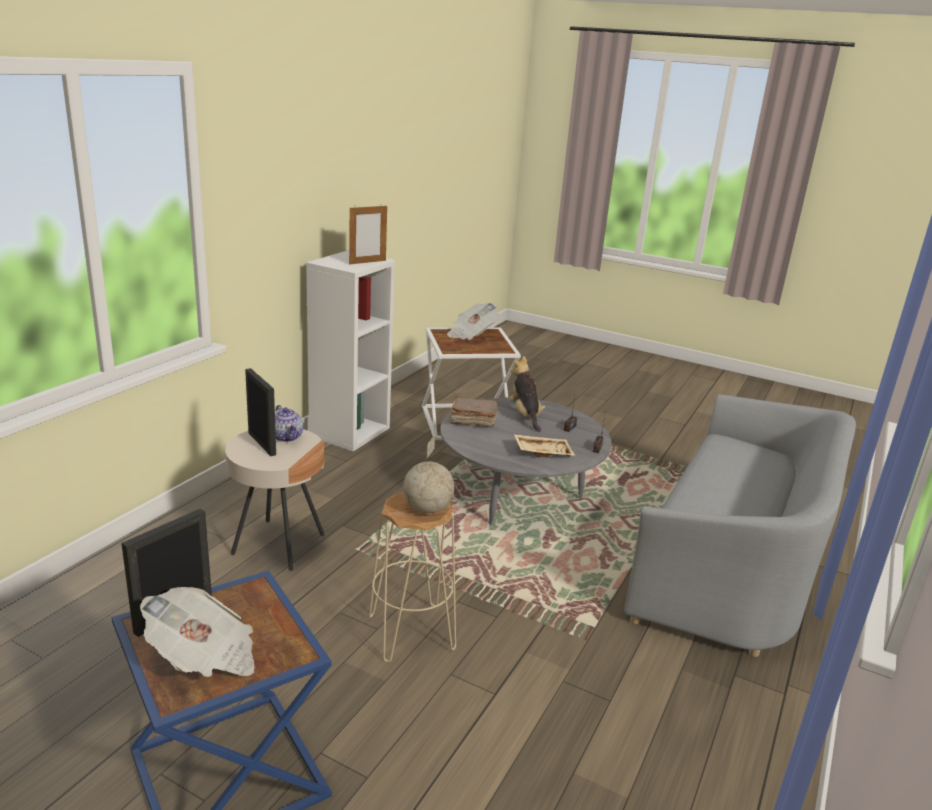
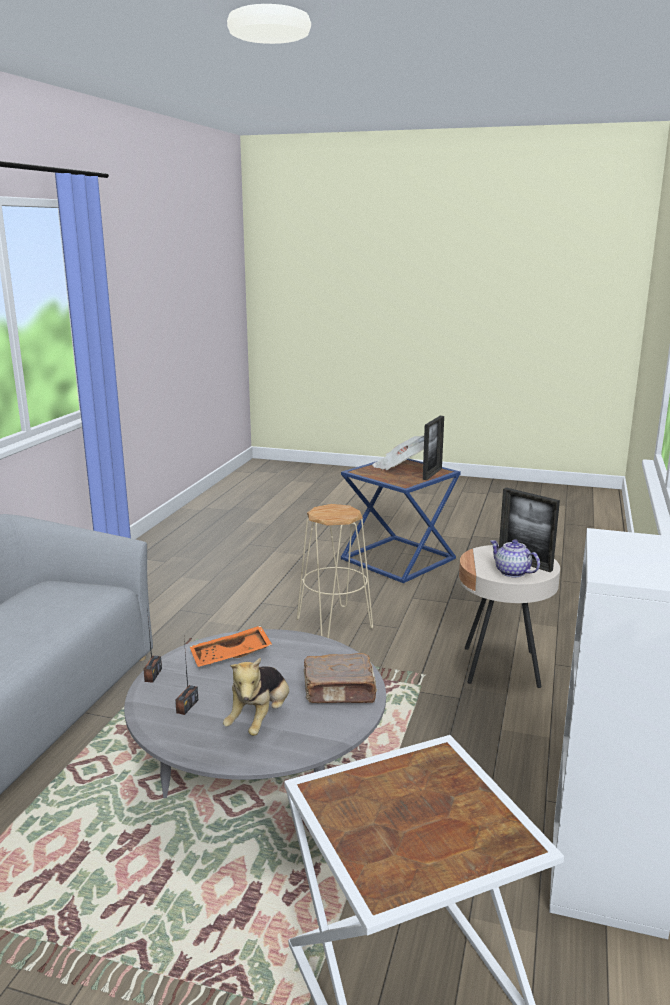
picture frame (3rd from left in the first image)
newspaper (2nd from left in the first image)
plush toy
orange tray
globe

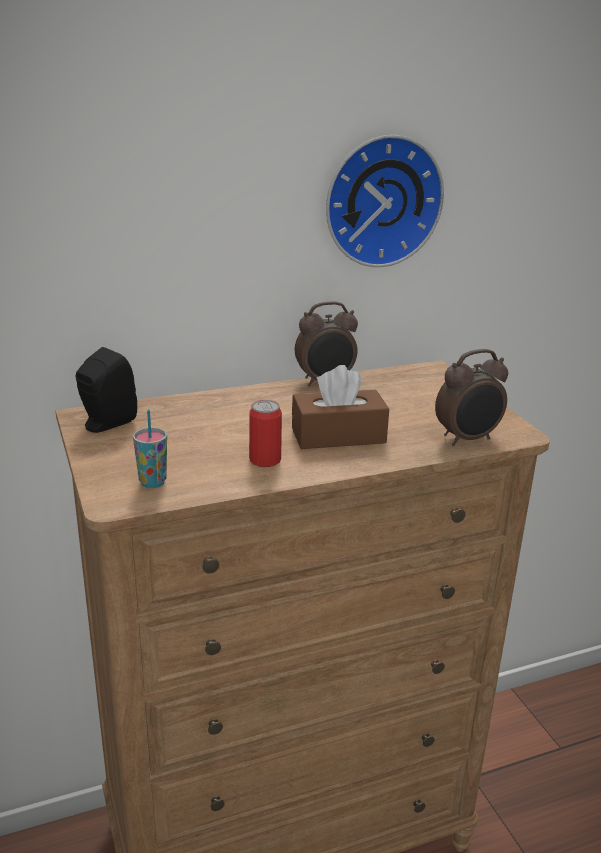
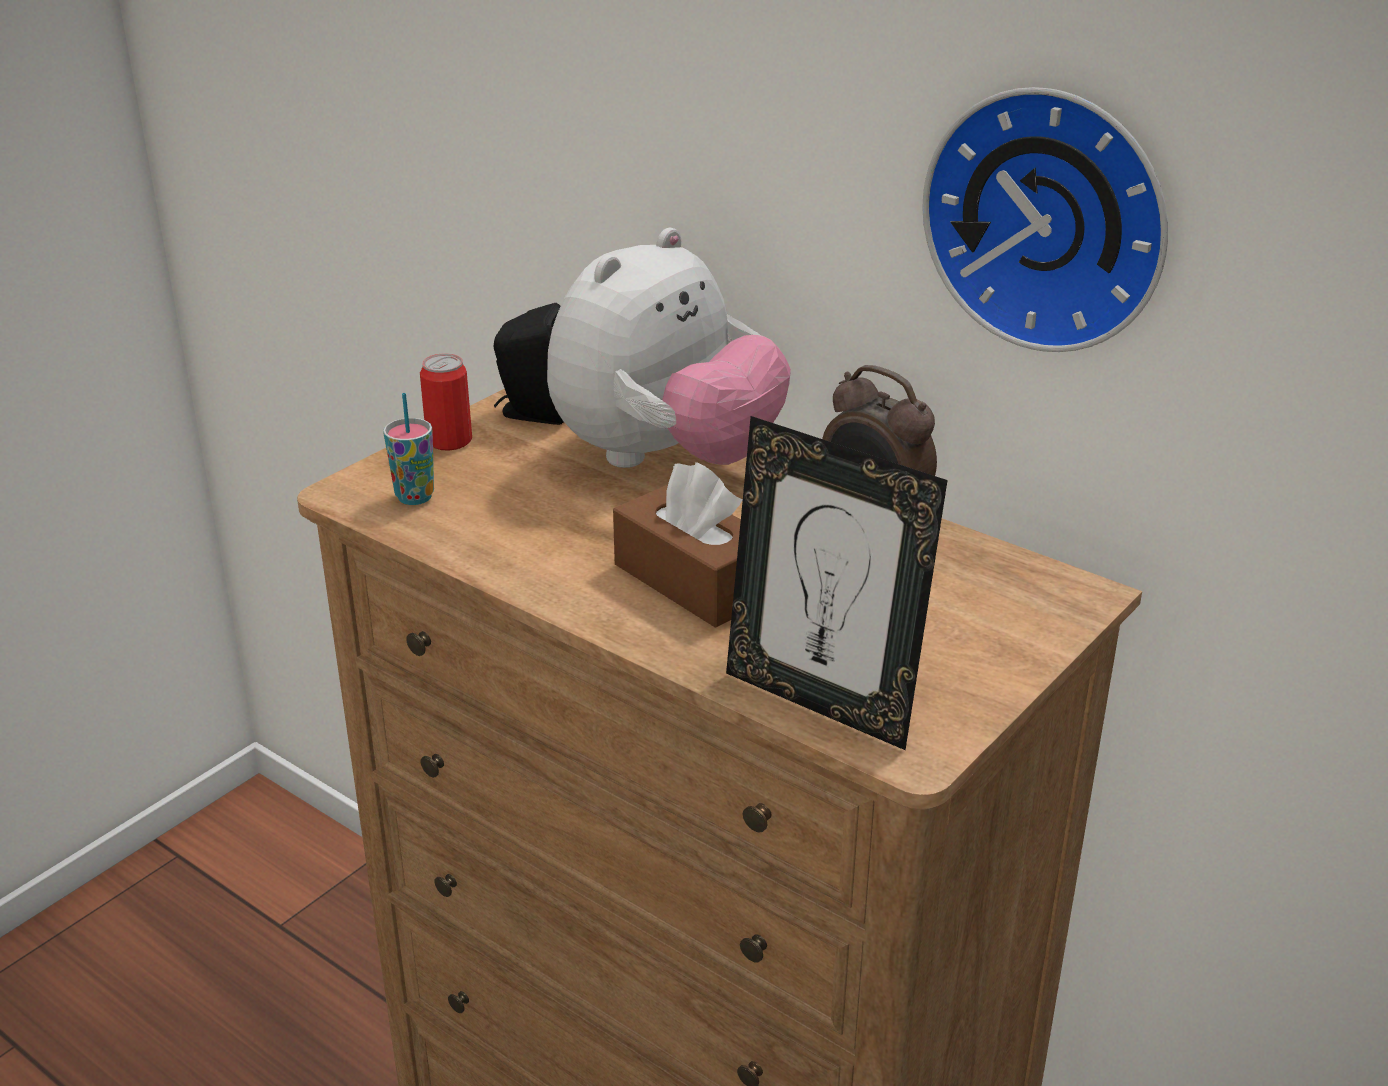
picture frame
can
plush toy

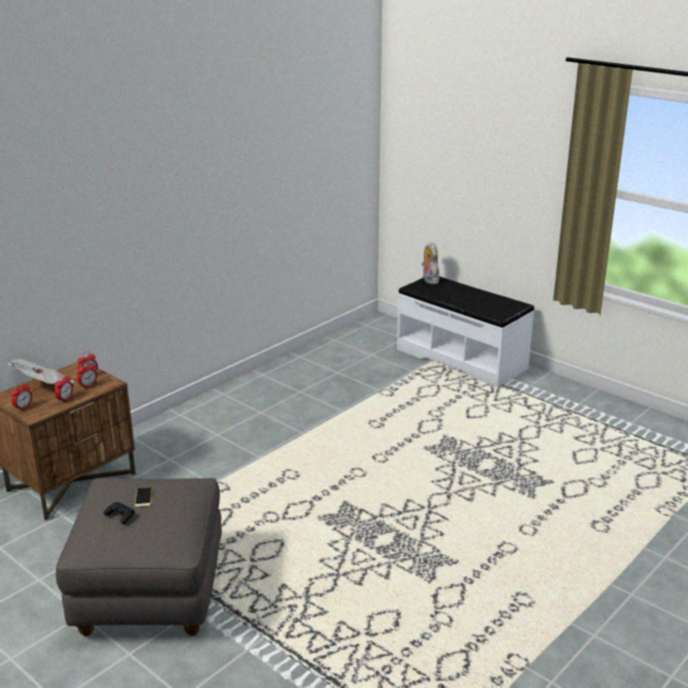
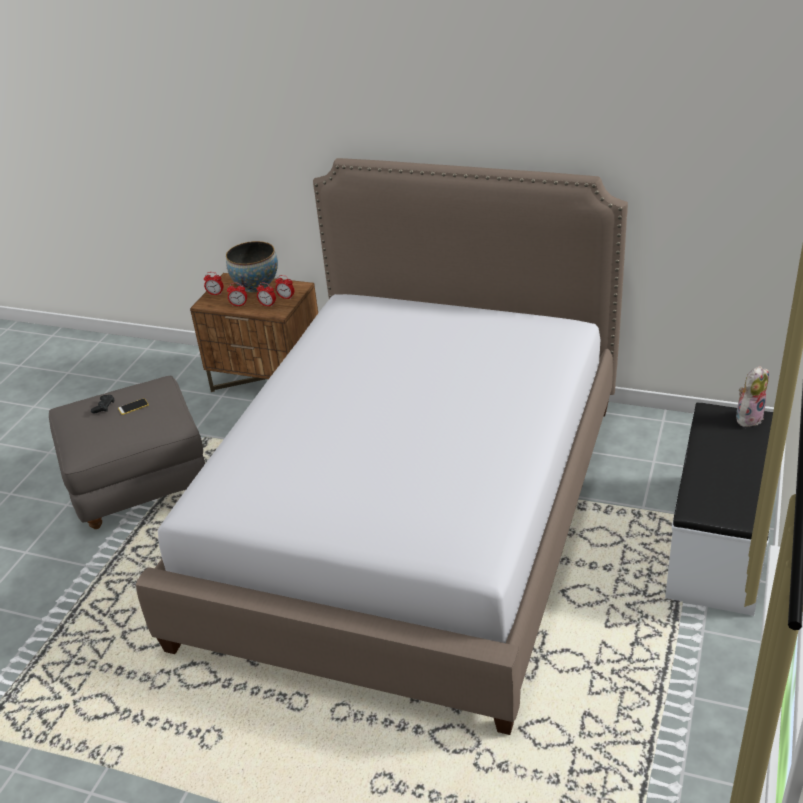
bowl
bed

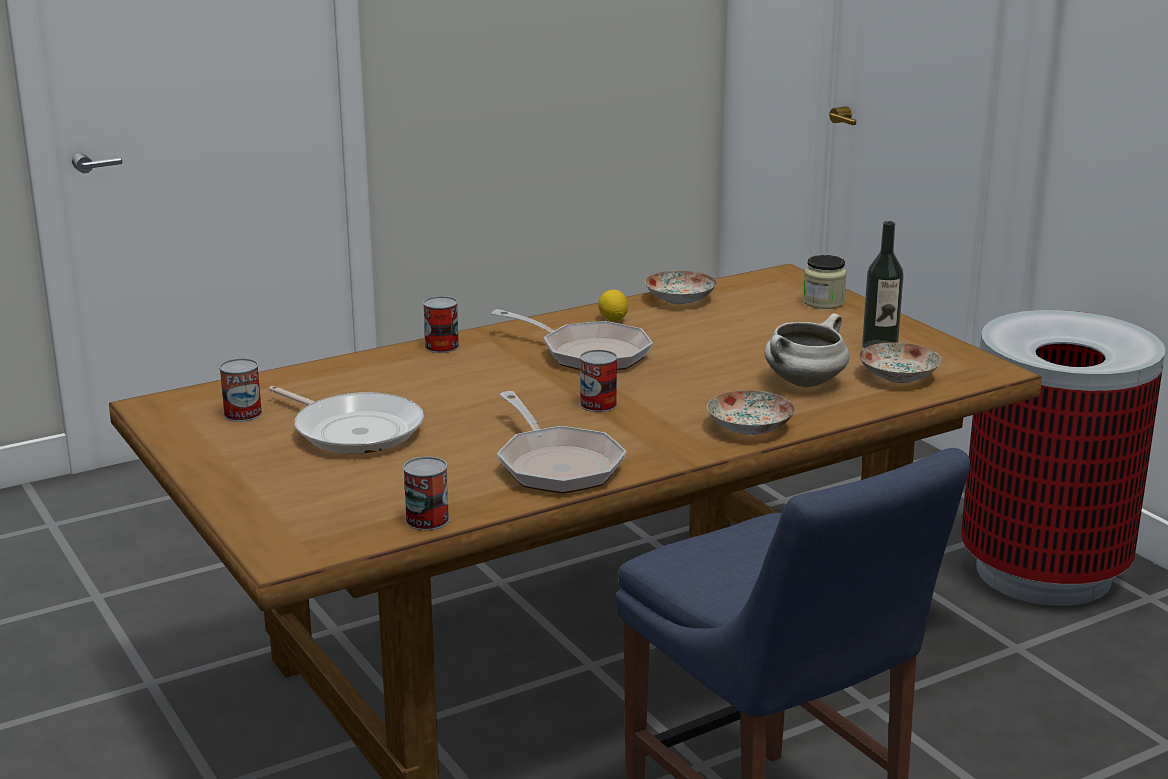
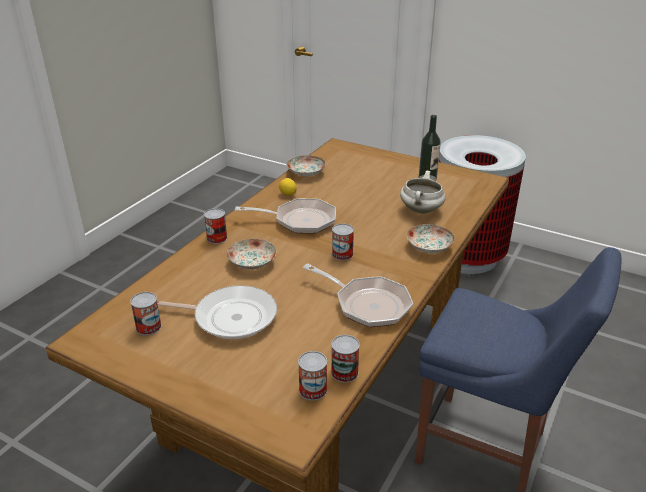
jar
plate (1st from left)
can (3rd from left)

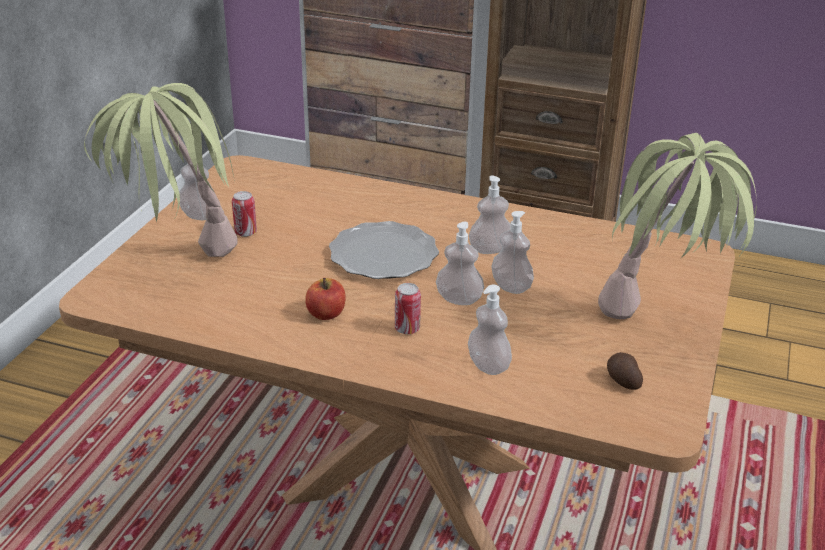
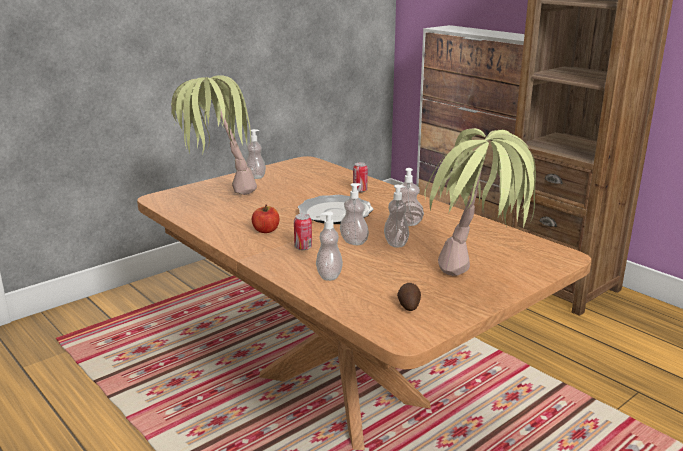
can (2nd from left)

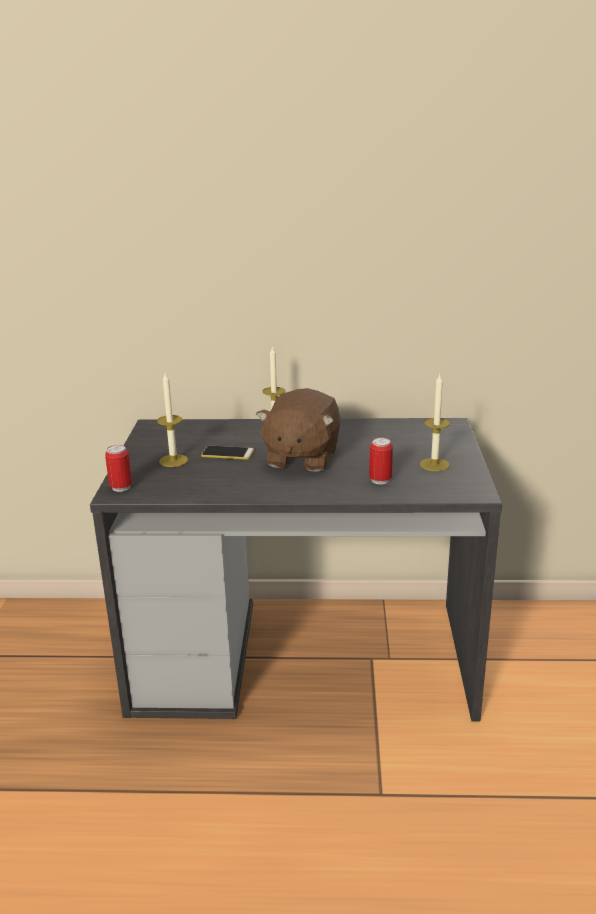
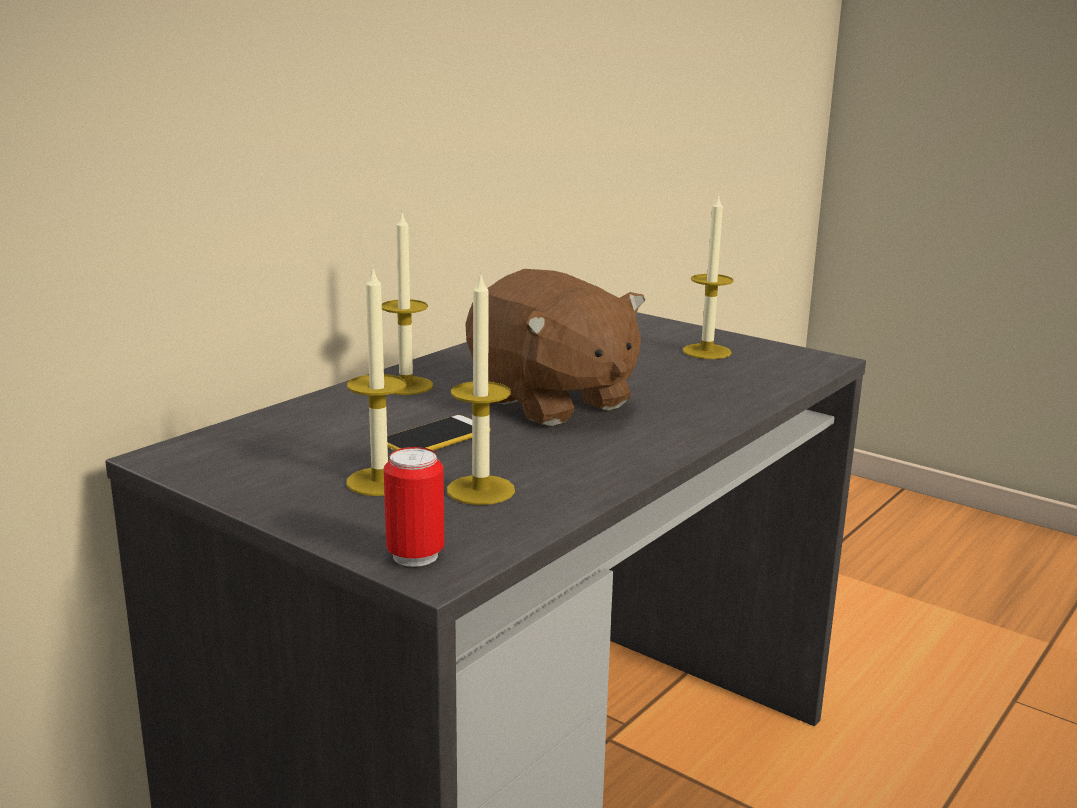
can (2nd from left in the first image)
candle (3rd from left)

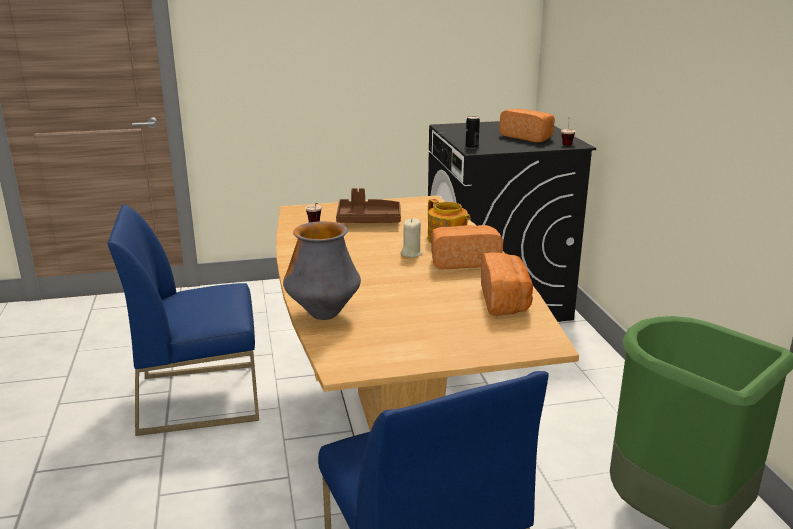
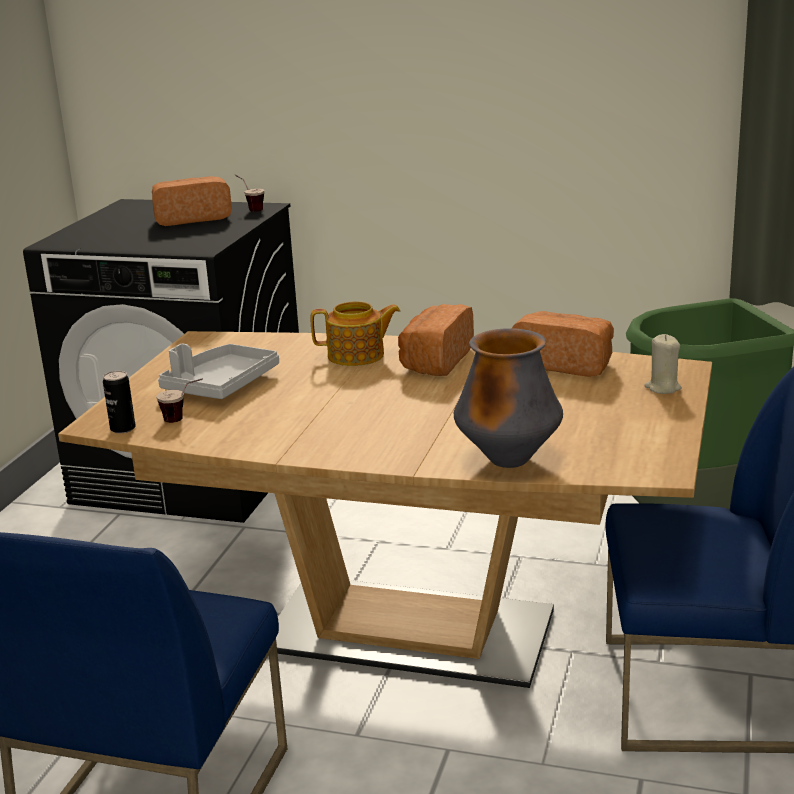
can
grey tray
beige candle

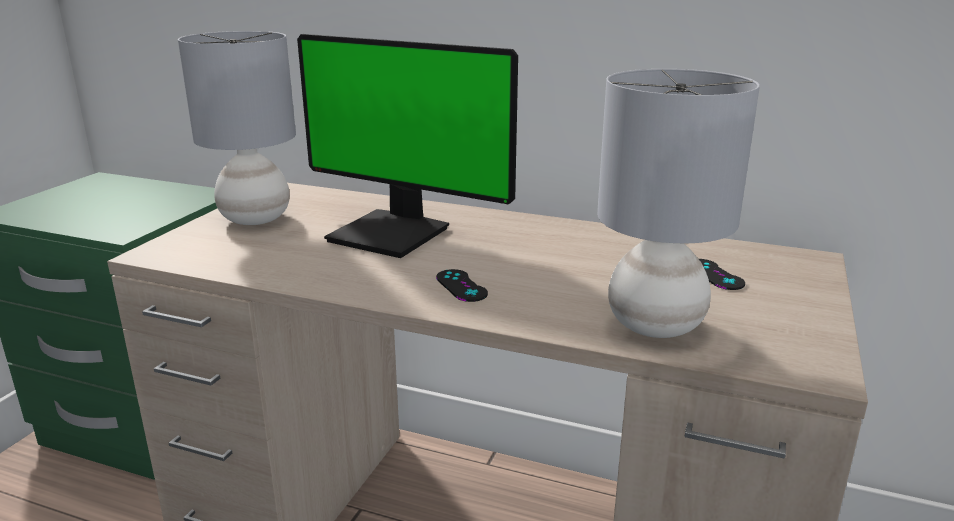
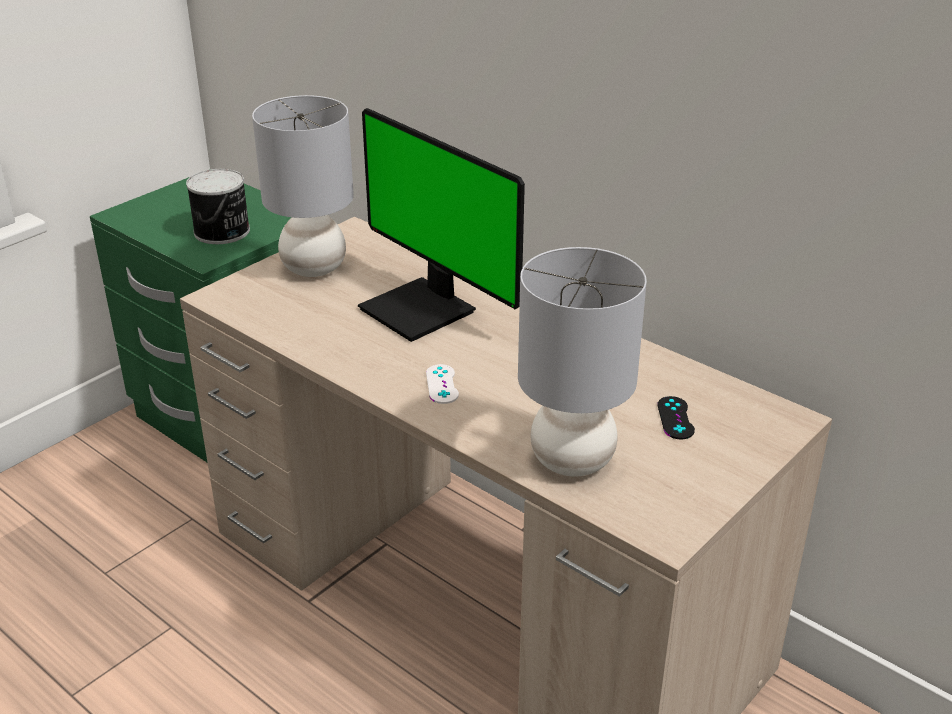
white game controller
can

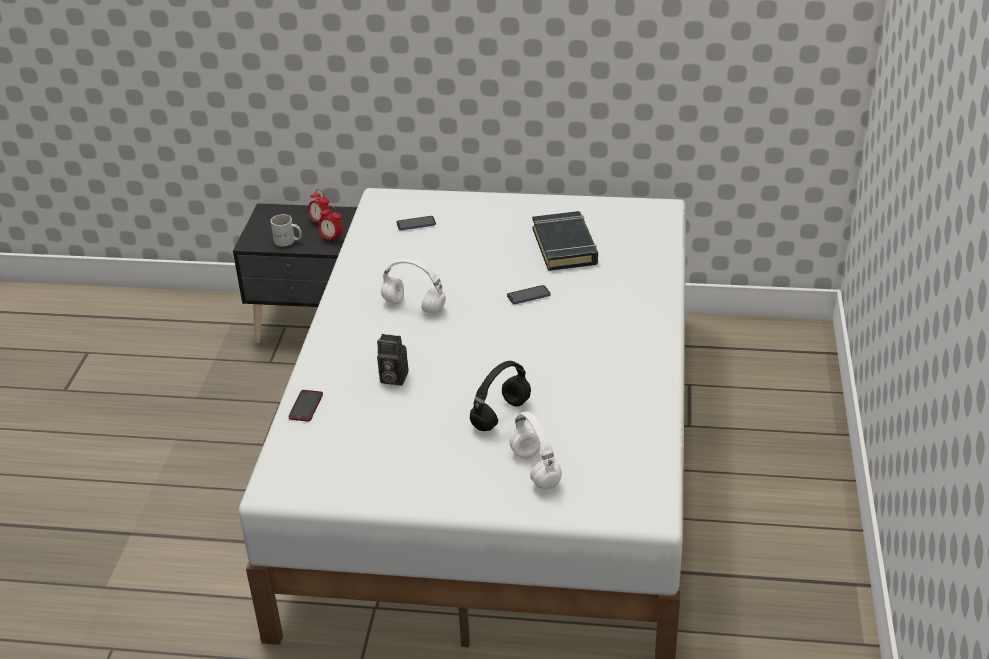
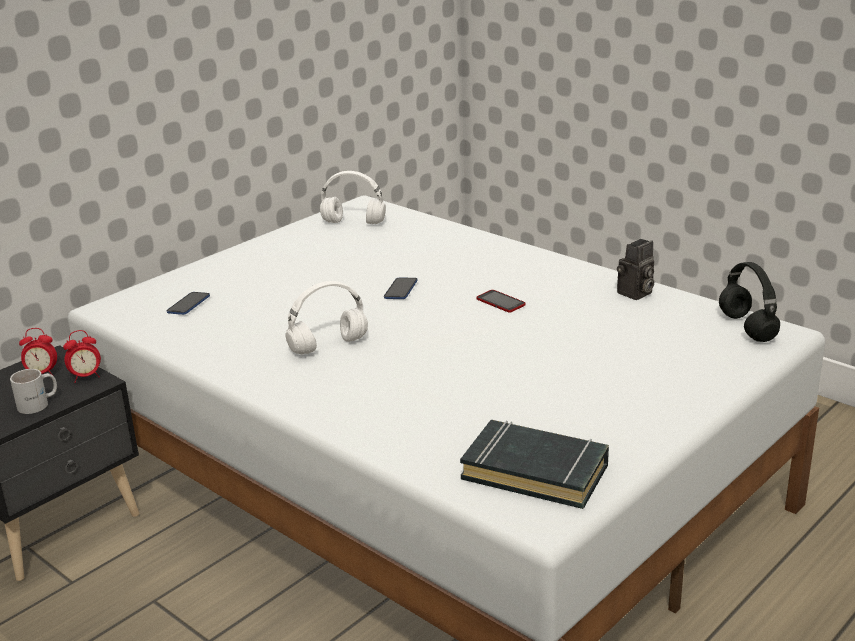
black book
photo camera
black headphones
phone (3rd from left)
white headphones (2nd from left)

